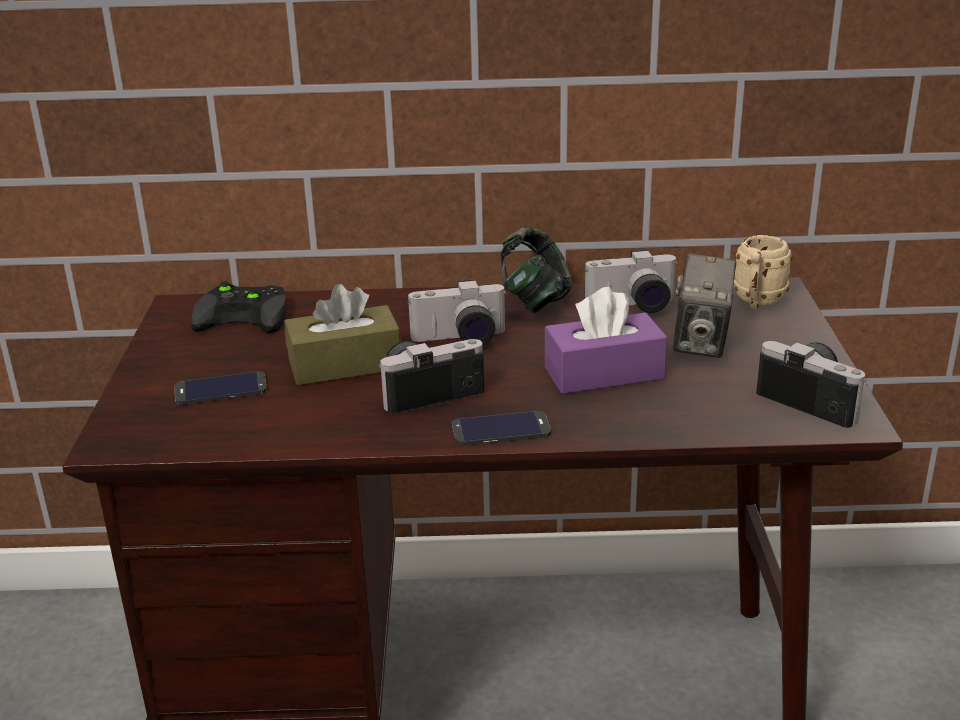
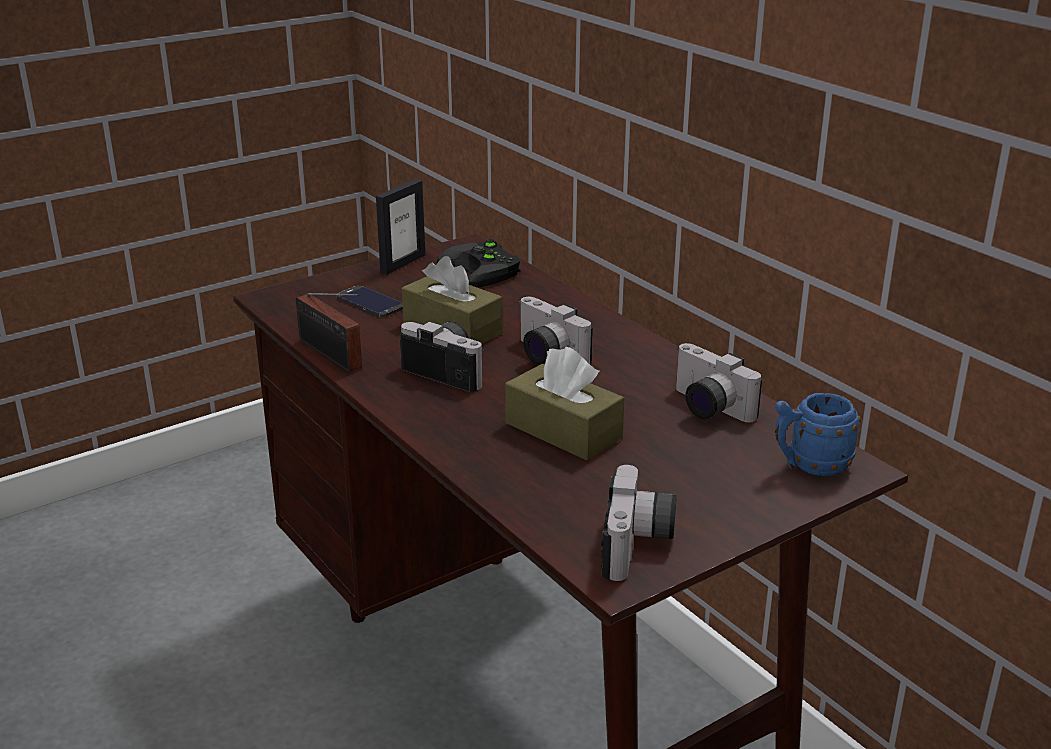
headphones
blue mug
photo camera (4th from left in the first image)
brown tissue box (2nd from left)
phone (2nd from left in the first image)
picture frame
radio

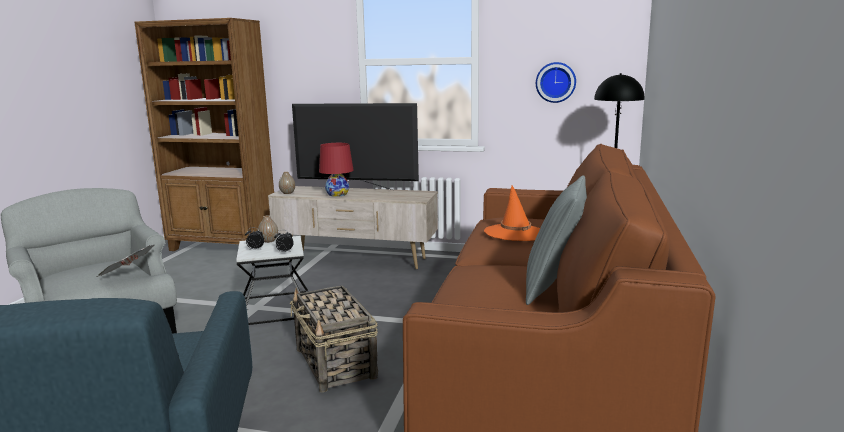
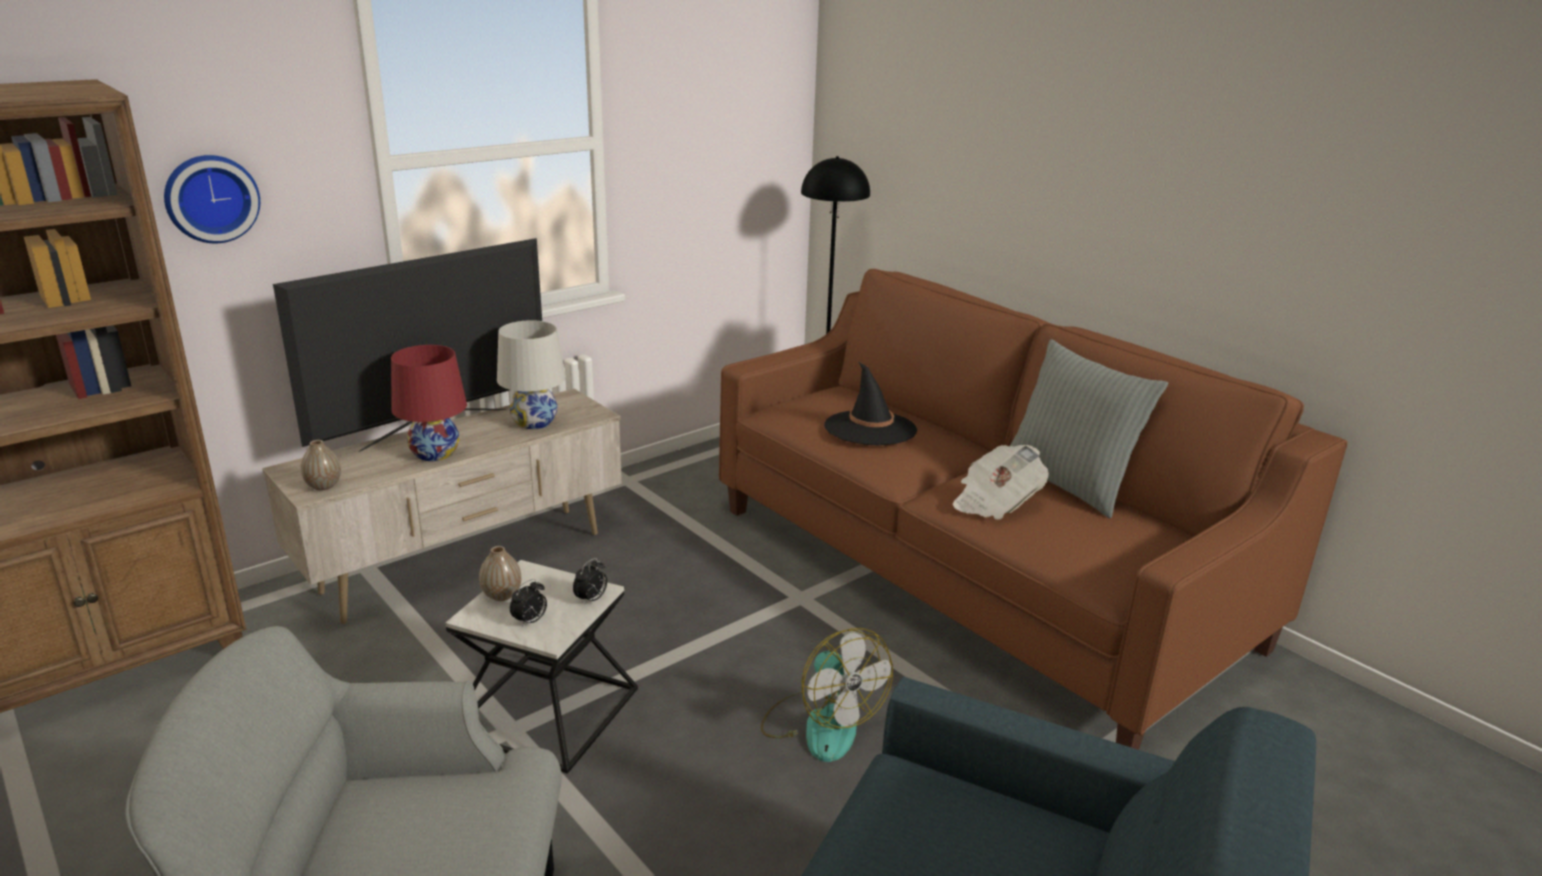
wall clock
black hat
newspaper
fan
white table lamp

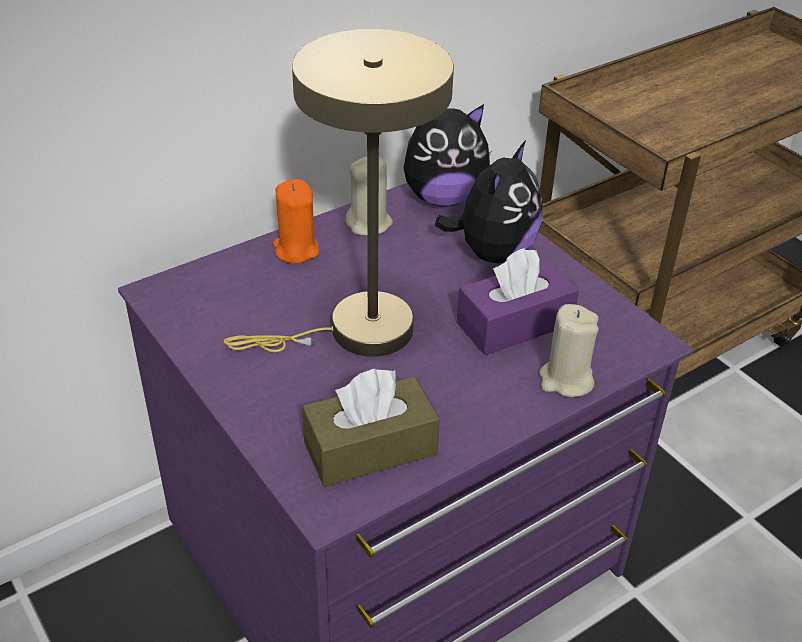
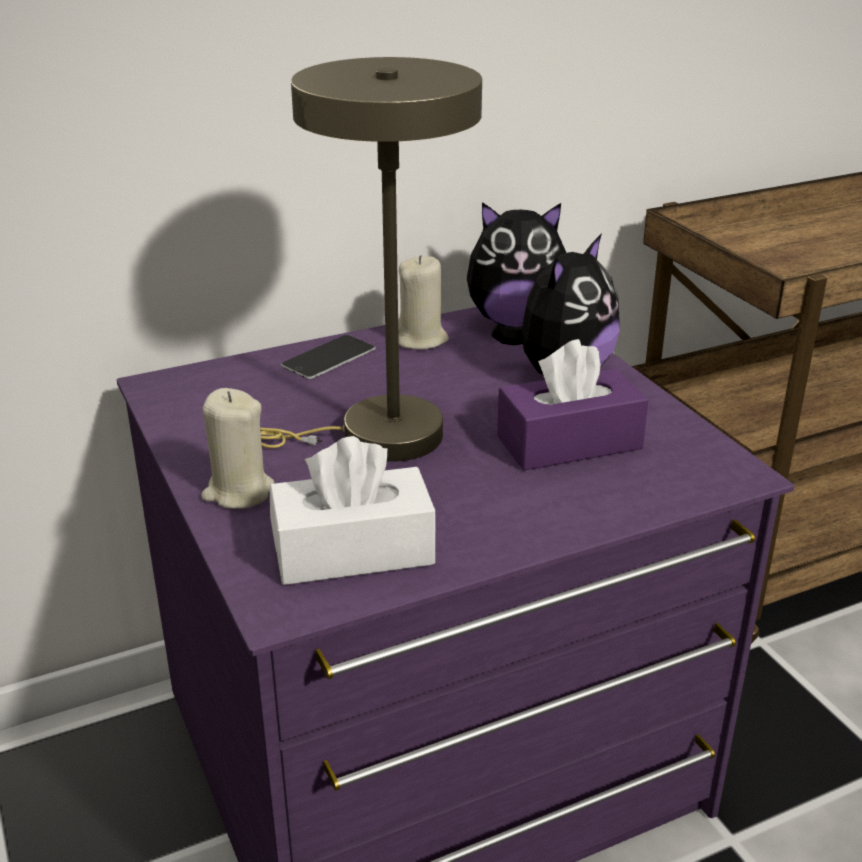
phone
beige candle (1st from left)
white tissue box

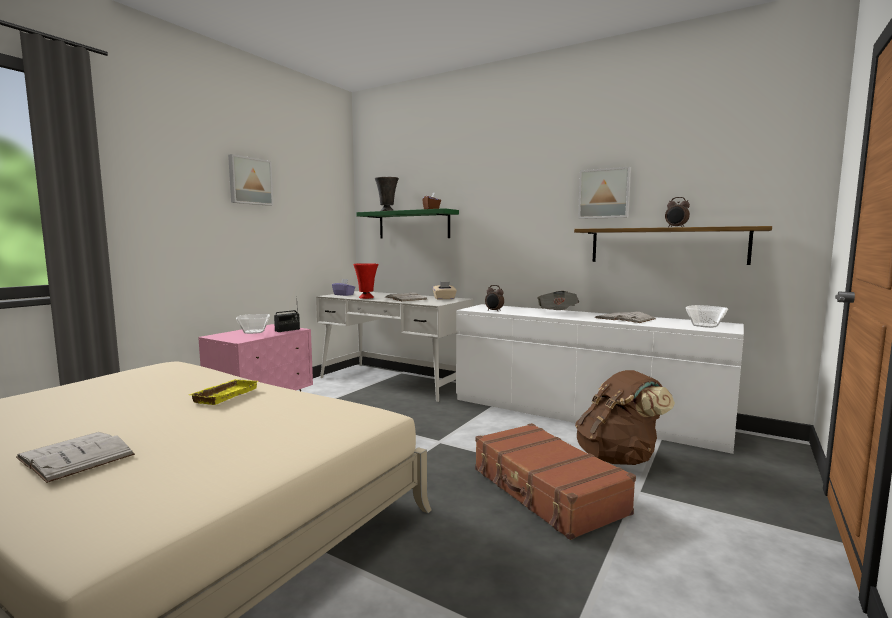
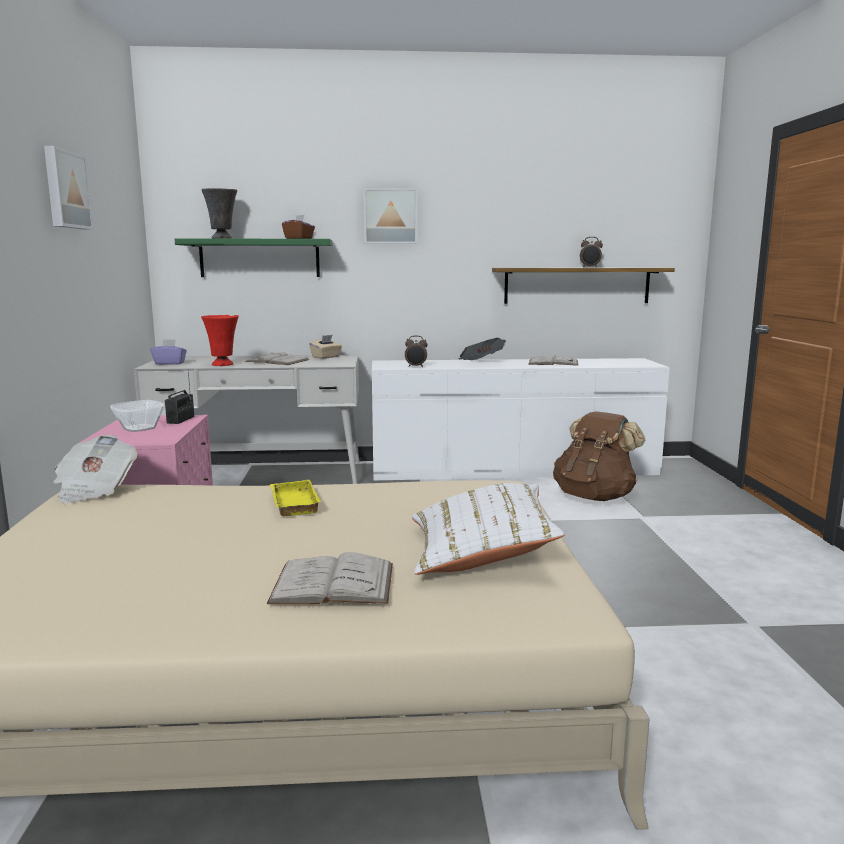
picture (2nd from left)
bowl (2nd from left in the first image)
brown suitcase
newspaper (1st from left)
white pillow

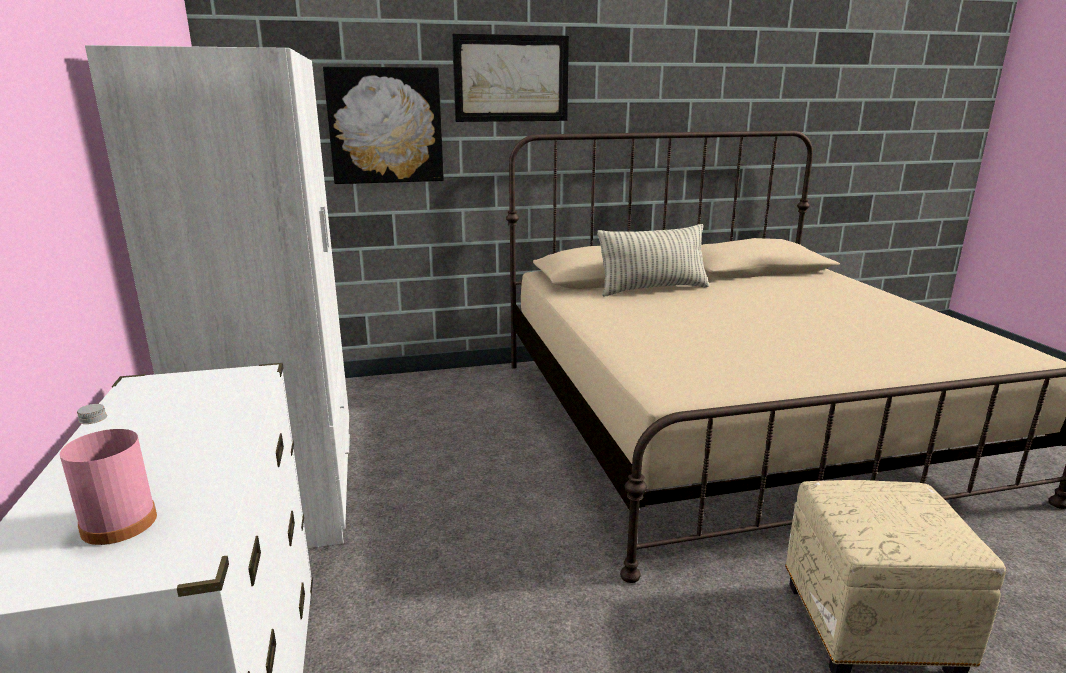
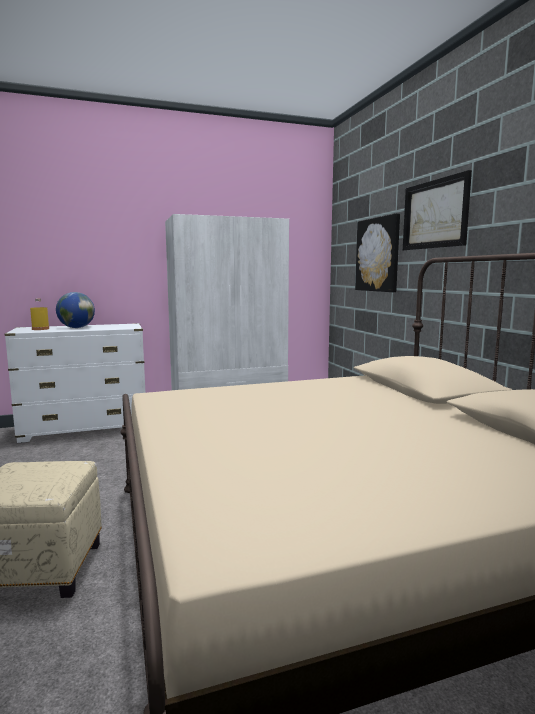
pillow
yellow bottle
globe

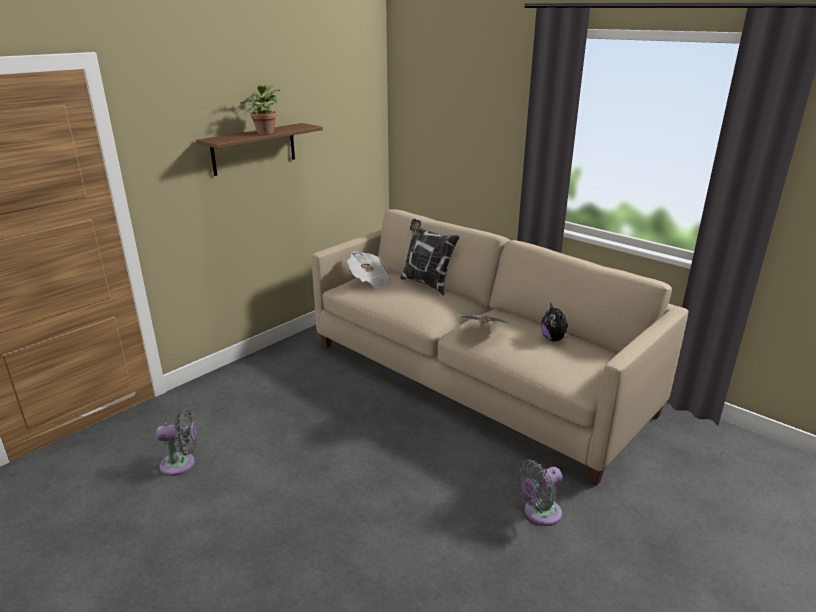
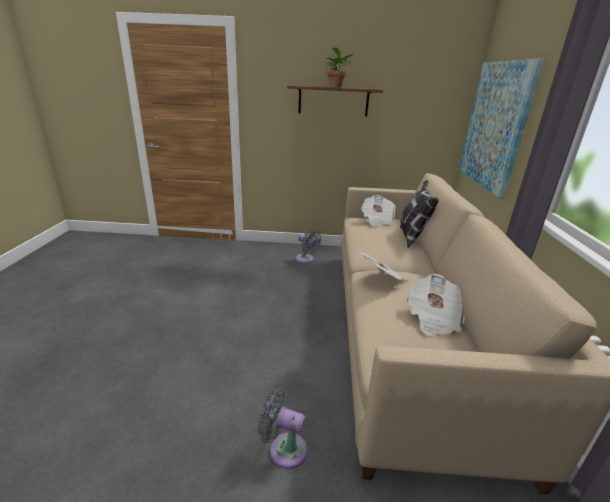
newspaper (3rd from left)
grey fan (2nd from left)
picture

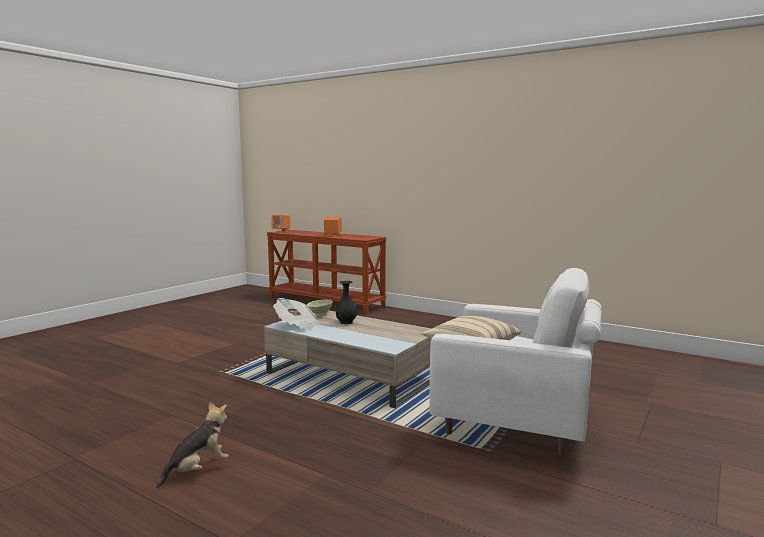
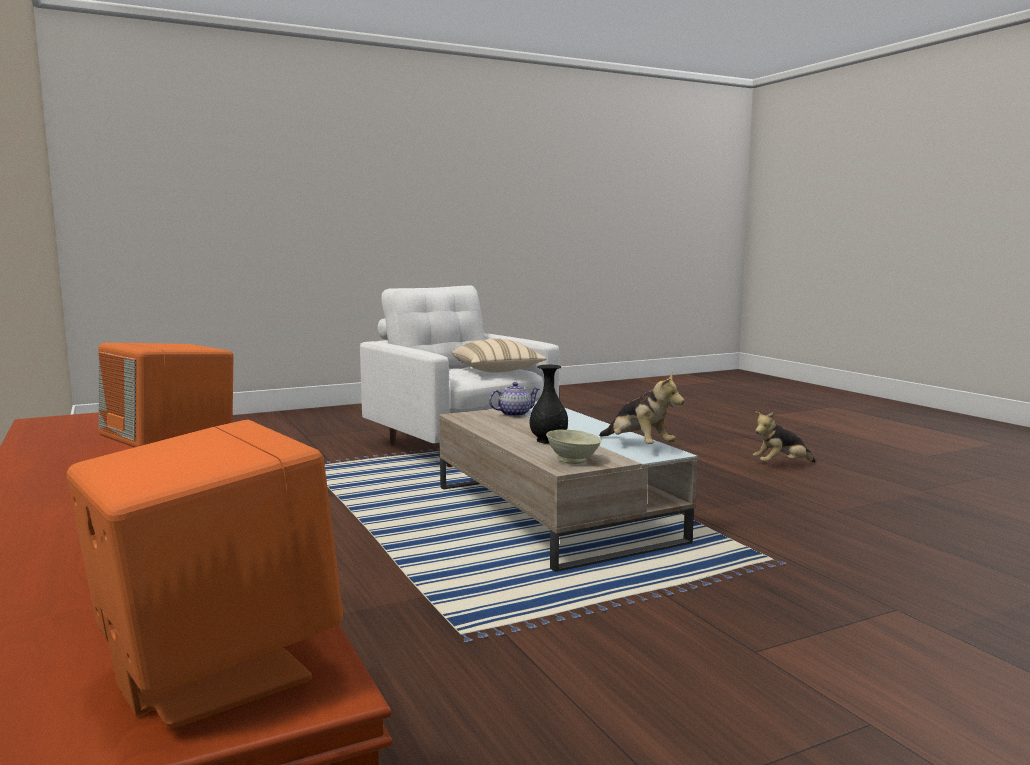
plush toy (1st from left)
teapot

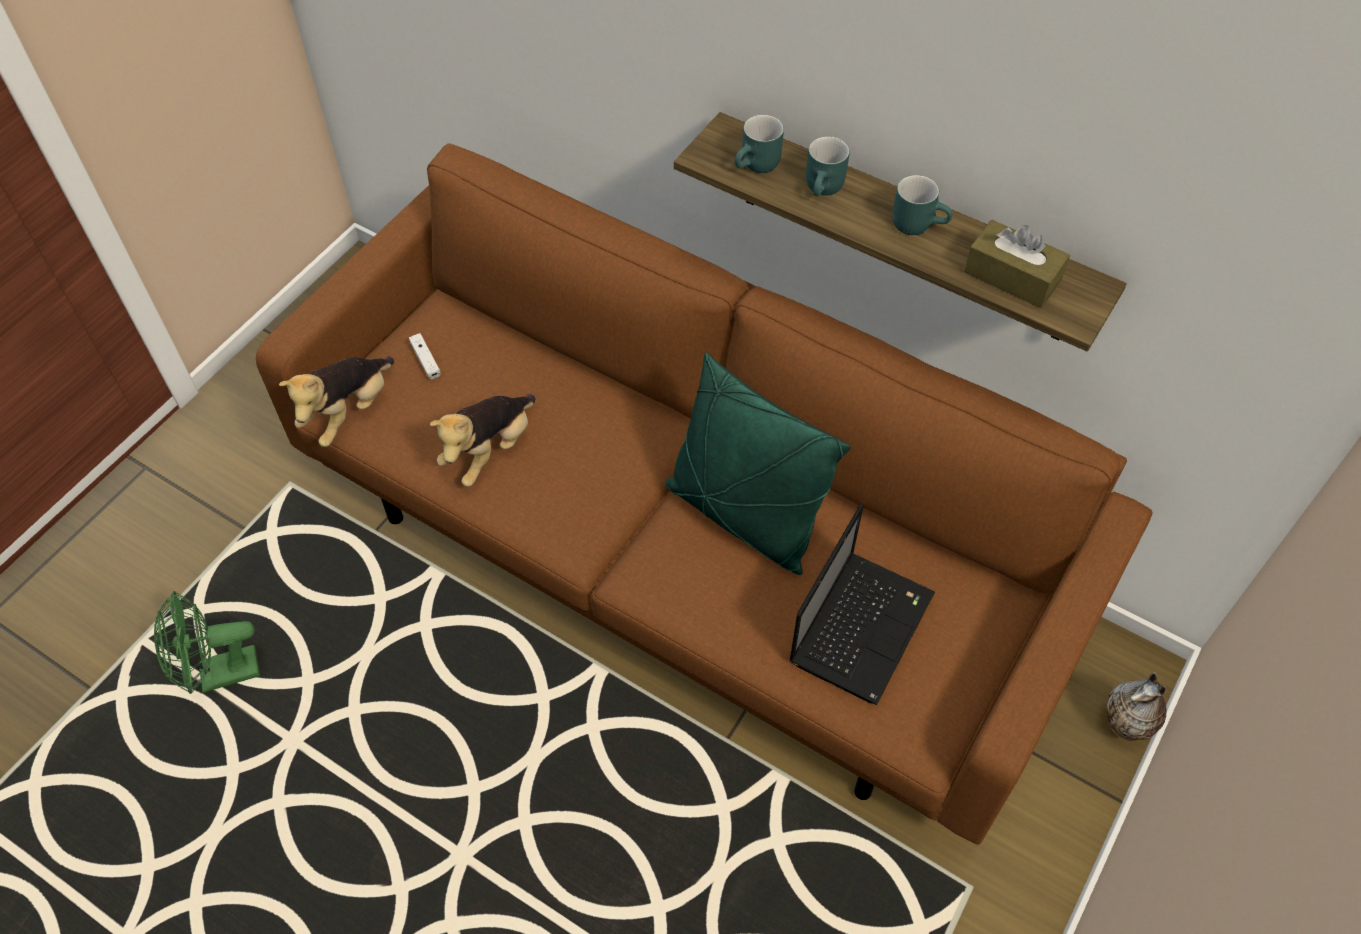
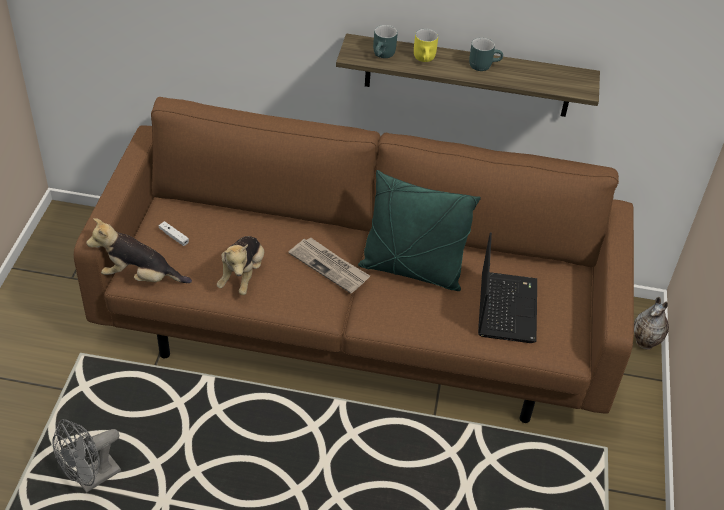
yellow mug
brown tissue box
plush toy (1st from left)
grey fan
newspaper

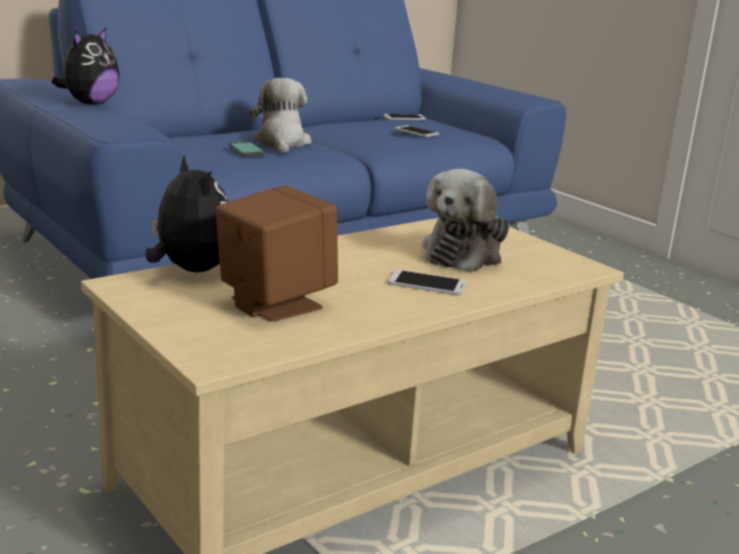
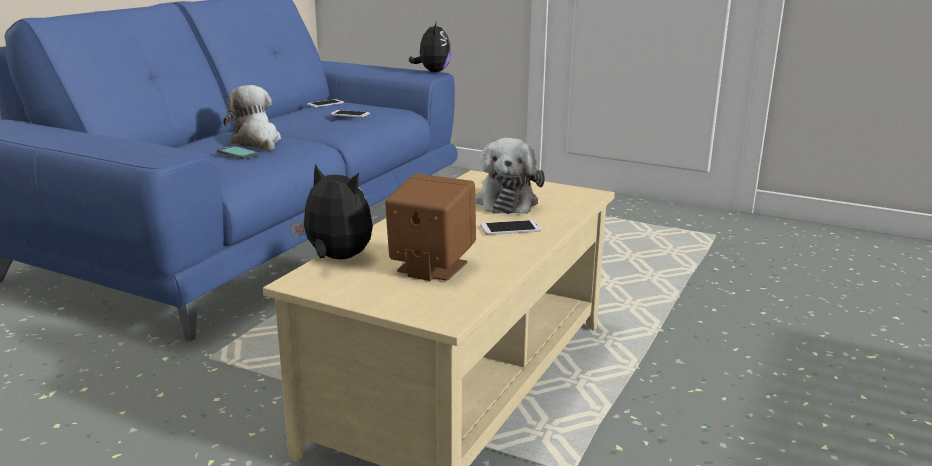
plush toy (3rd from left)

